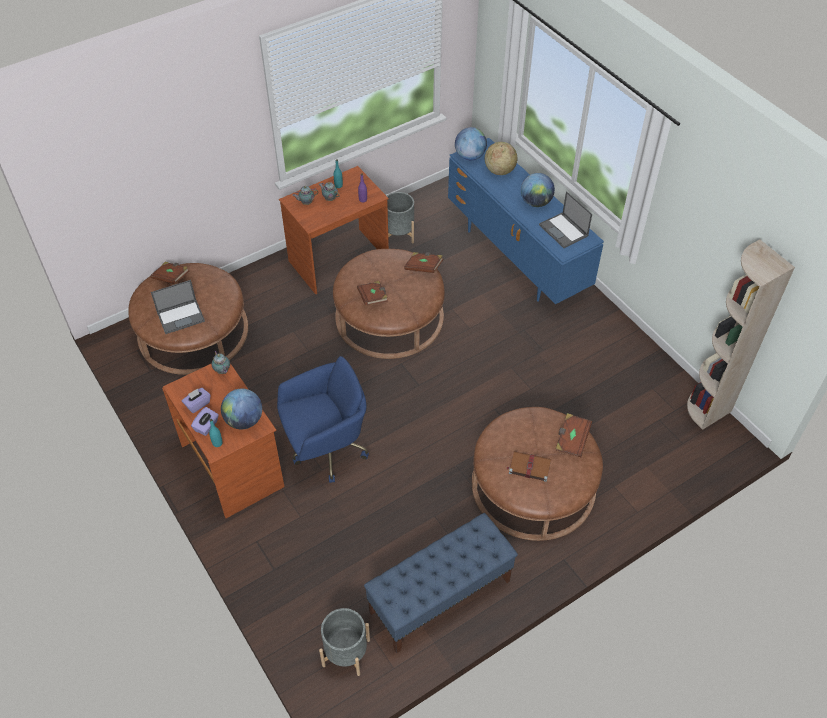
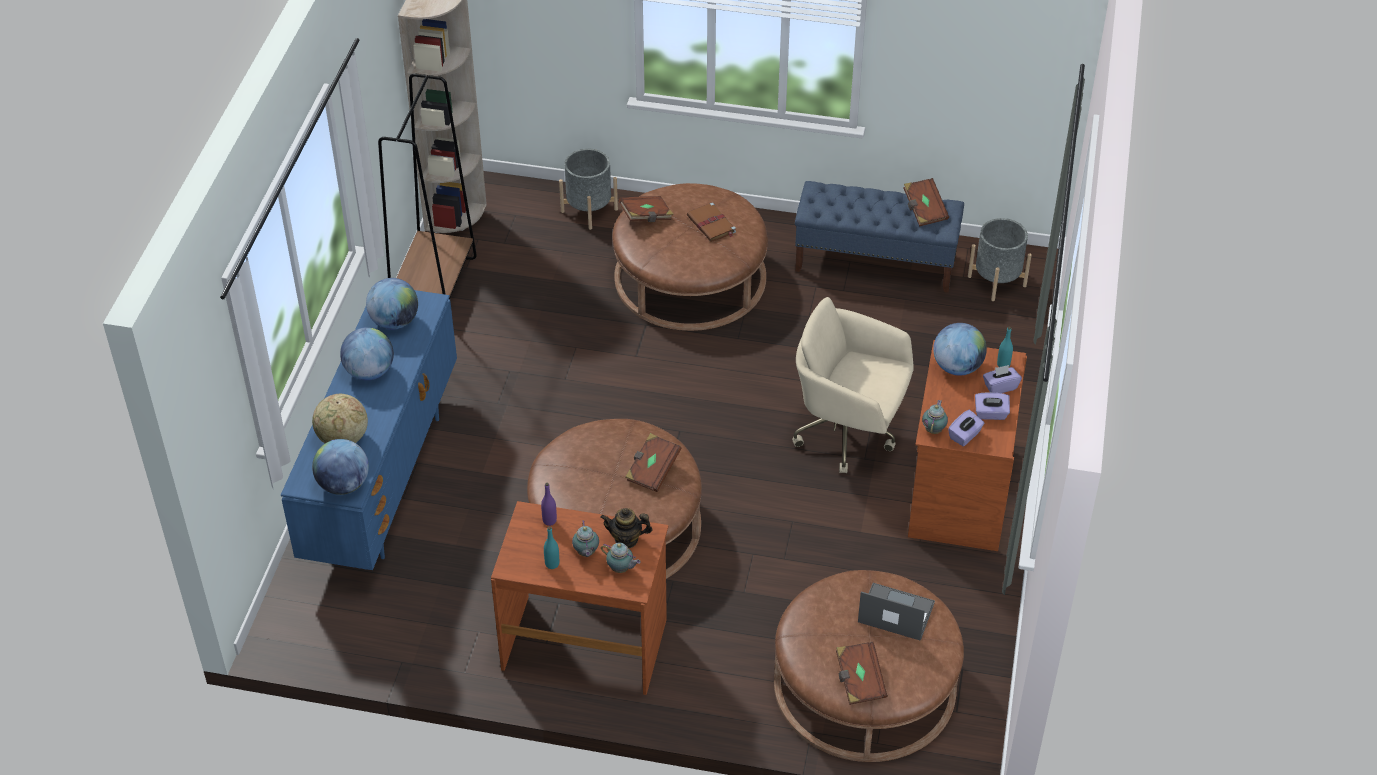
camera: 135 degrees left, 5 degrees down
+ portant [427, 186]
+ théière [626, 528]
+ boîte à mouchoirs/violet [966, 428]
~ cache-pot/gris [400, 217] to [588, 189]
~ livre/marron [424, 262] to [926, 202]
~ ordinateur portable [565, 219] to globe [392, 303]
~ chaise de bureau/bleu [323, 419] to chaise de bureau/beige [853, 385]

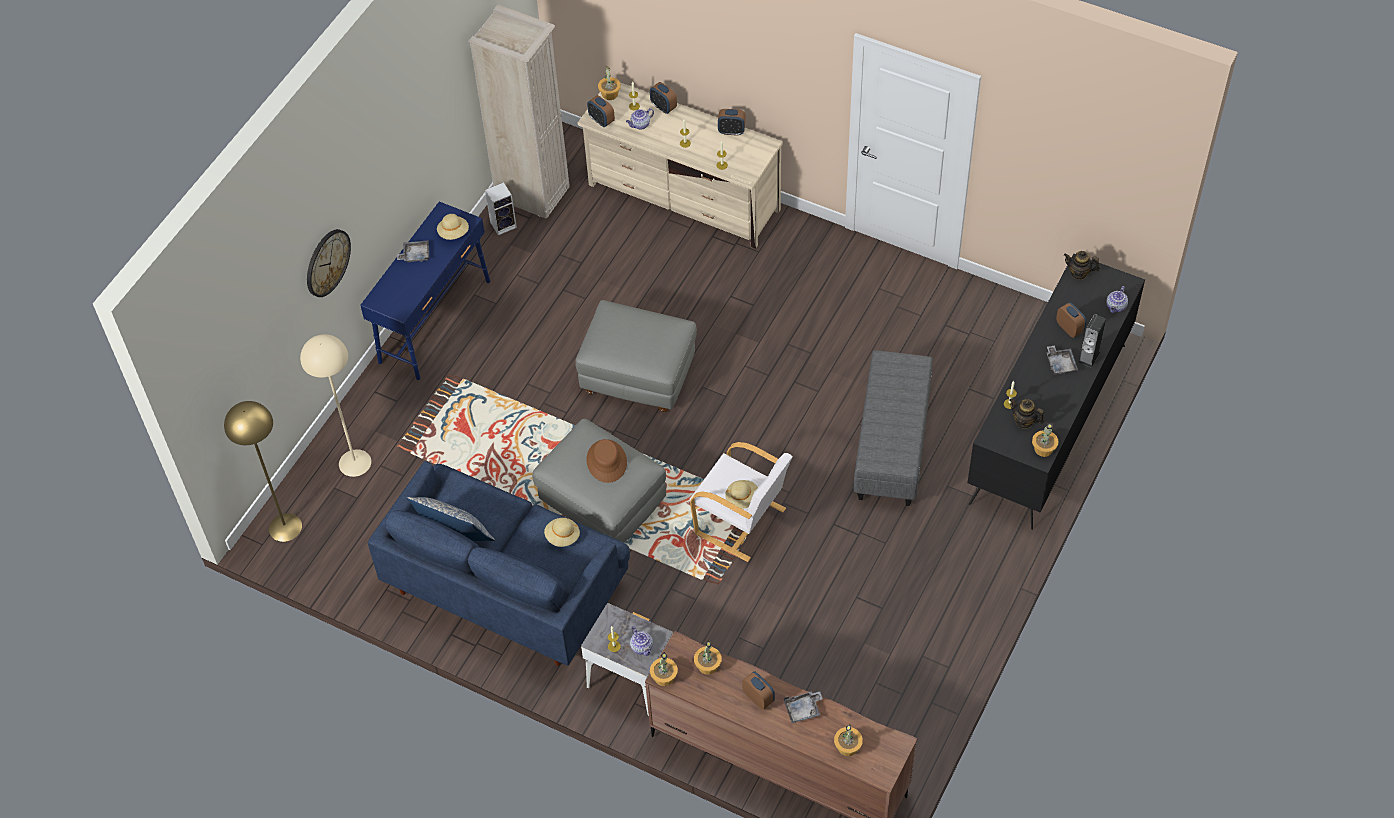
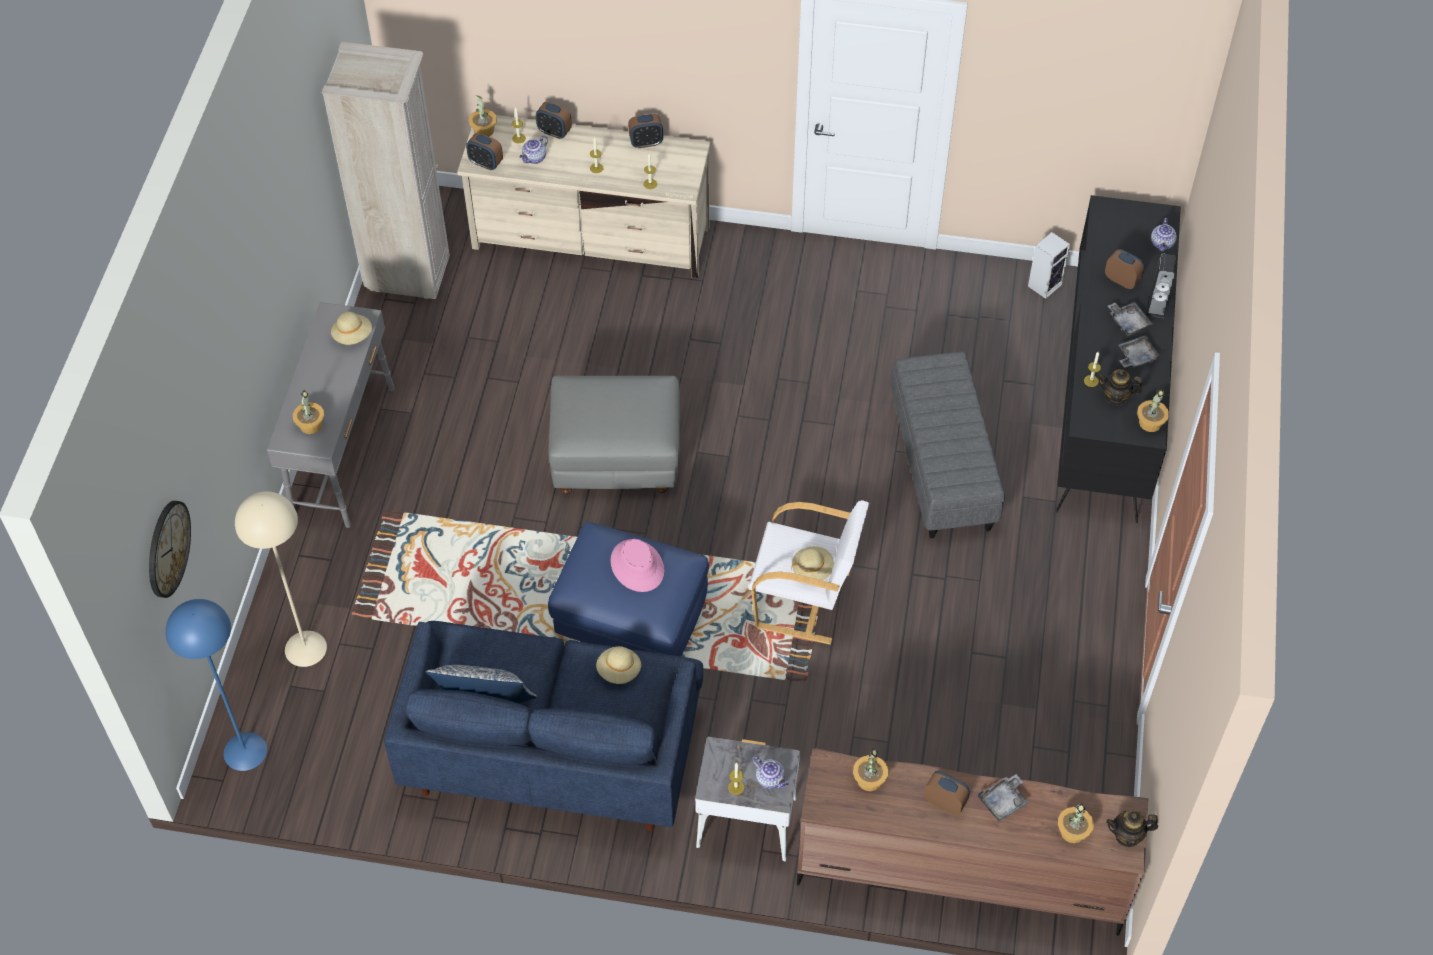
camera: 20 degrees left, 0 degrees up
~ horloge murale [329, 263] to [170, 549]
~ plateau/gris [413, 251] to [1139, 351]
~ enceinte [501, 208] to [1049, 265]
~ plante en pot [664, 668] to [308, 412]
~ théière [1082, 265] to [1132, 828]
~ lampadaire/jaune [263, 471] to lampadaire/bleu [216, 685]
~ table console/bleu [425, 291] to table console/gris [331, 415]
~ pouf/gris [599, 481] to pouf/bleu [628, 589]
~ chapeau/marron [606, 461] to chapeau/rose [637, 565]

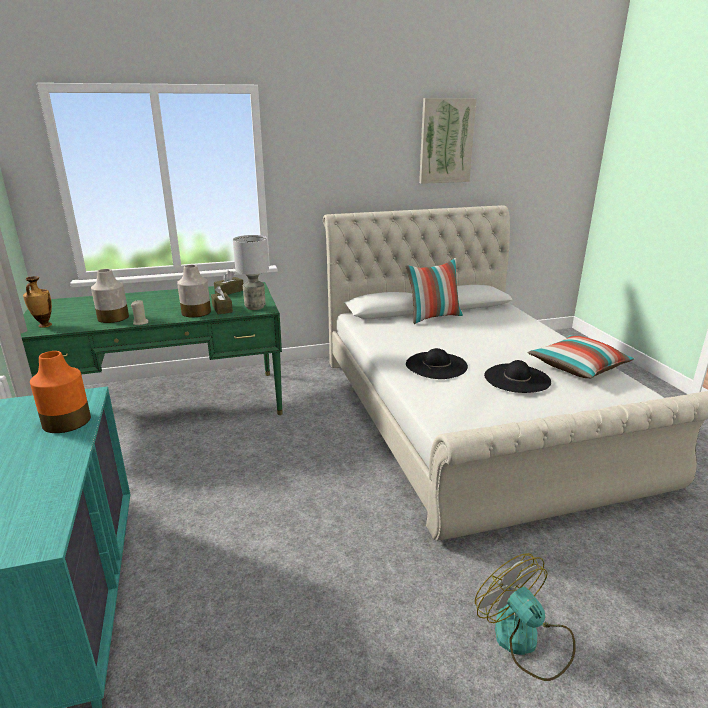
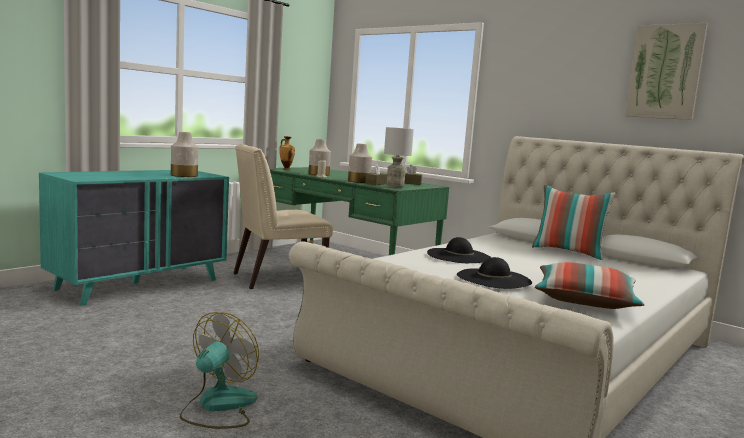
camera: 55 degrees right, 15 degrees down
+ chaise/beige [283, 217]
~ vase/orange [60, 392] to vase/beige [185, 154]

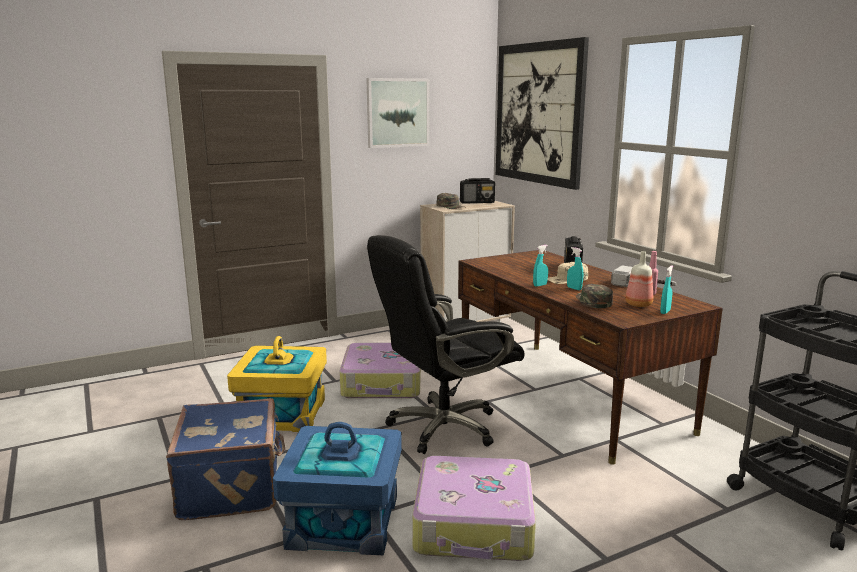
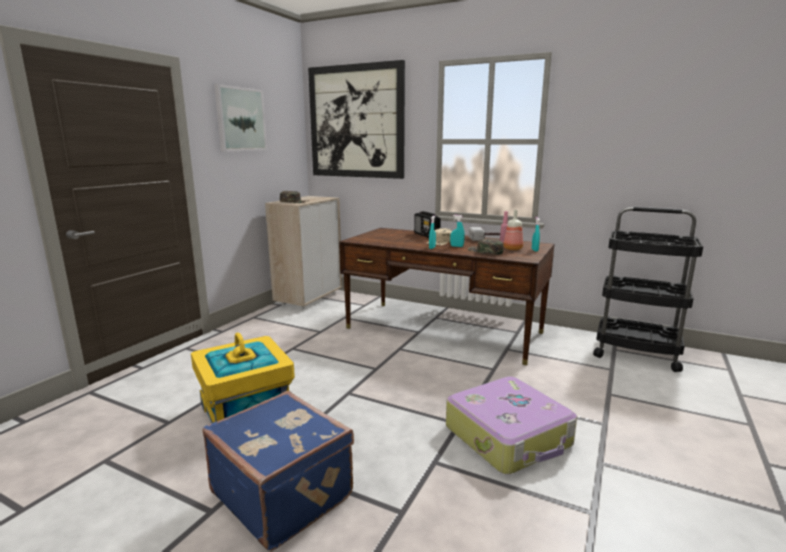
camera: 35 degrees left, 0 degrees up
- boîte de rangement/bleu [337, 489]
- valise [380, 370]
- chaise de bureau/noir [445, 344]
- radio [477, 191]

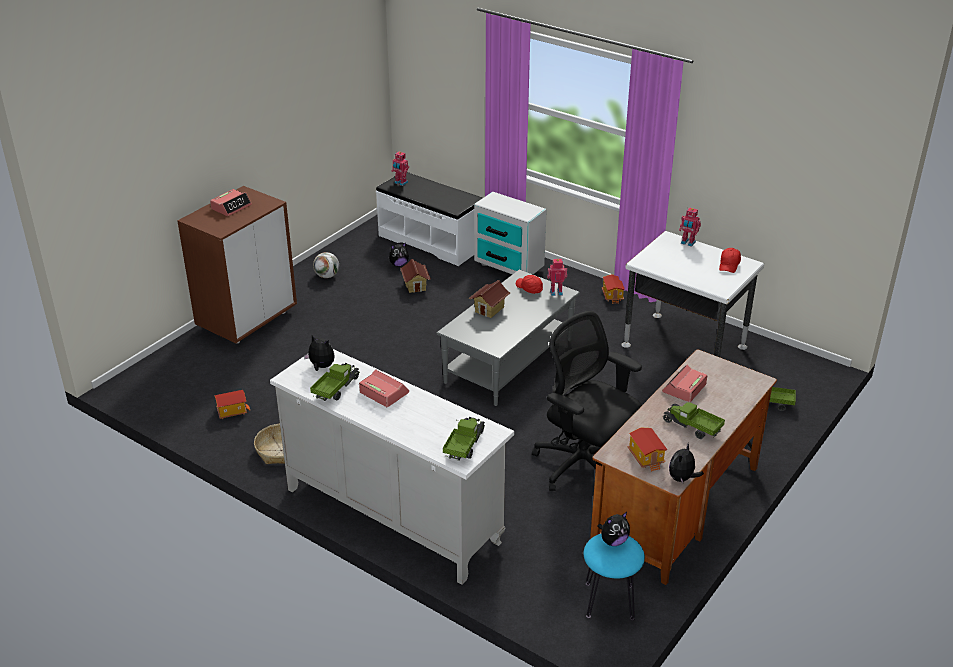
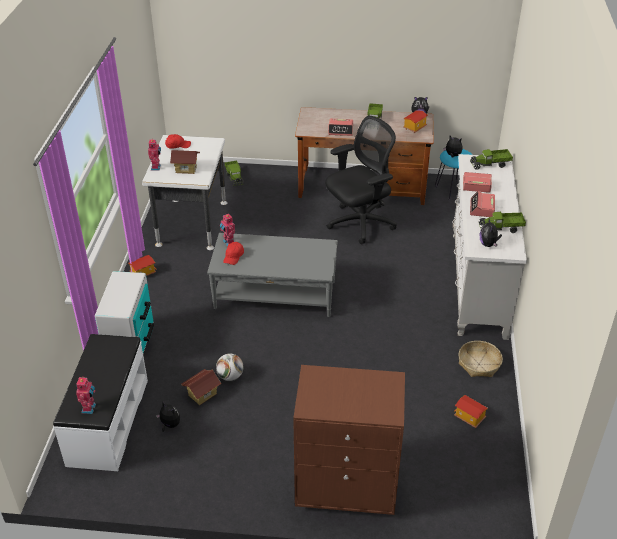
camera: 120 degrees left, 5 degrees up
~ réveil [231, 202] to [477, 182]
~ ballon de foot [326, 265] to [229, 367]
~ maison miniature [489, 299] to [185, 162]
~ chaise de bureau/noir [587, 401] = [361, 180] 135 degrees counterclockwise

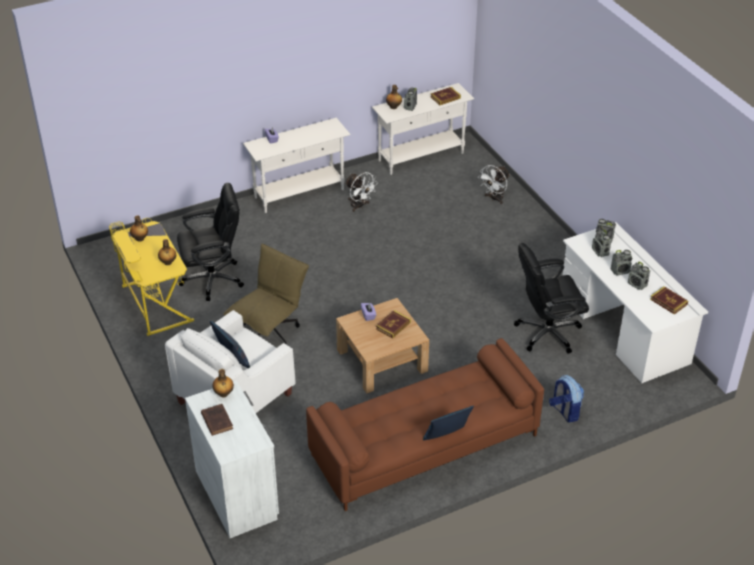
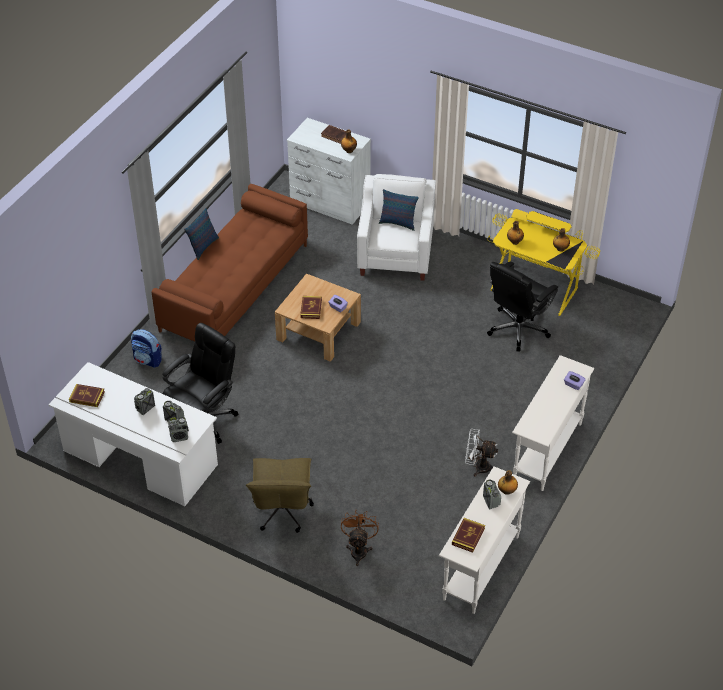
camera: 145 degrees right, 5 degrees up
- radio [639, 276]
~ chaise de bureau/beige [266, 294] to [279, 495]
~ ventilateur/blanc [495, 184] to ventilateur/marron [360, 538]

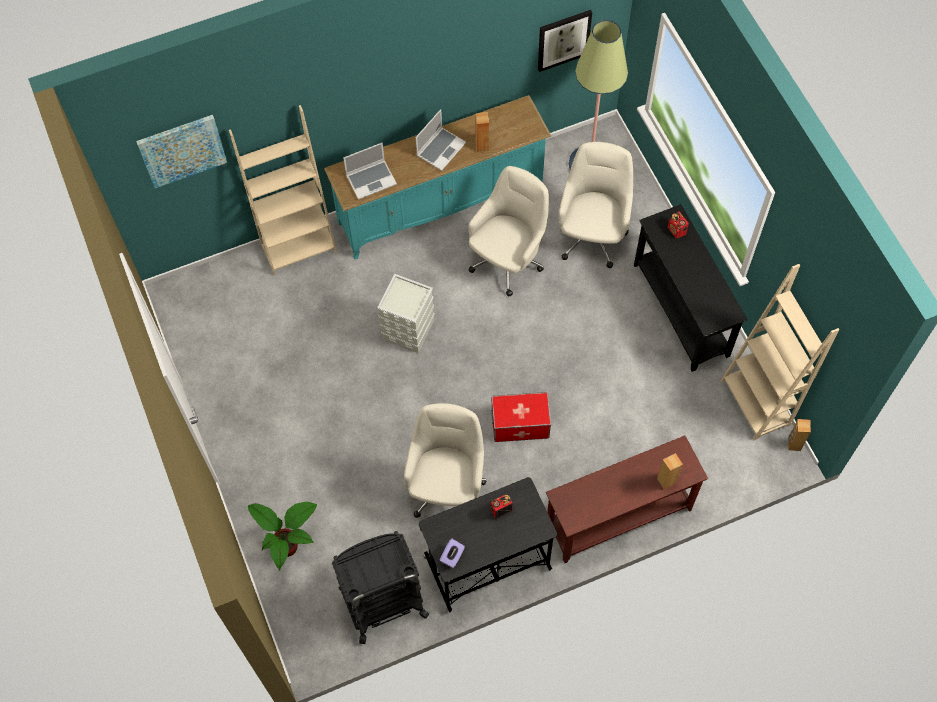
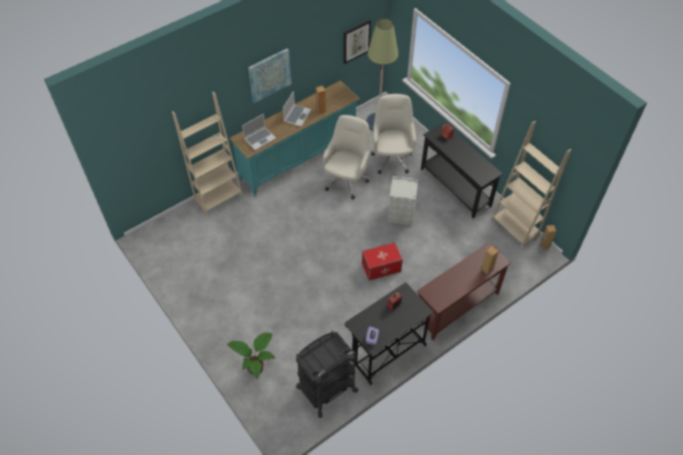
camera: 15 degrees left, 10 degrees down
- chaise de bureau/beige [445, 460]
~ tableau [181, 151] to [269, 75]
~ boîte de rangement/gris [405, 313] to [403, 200]

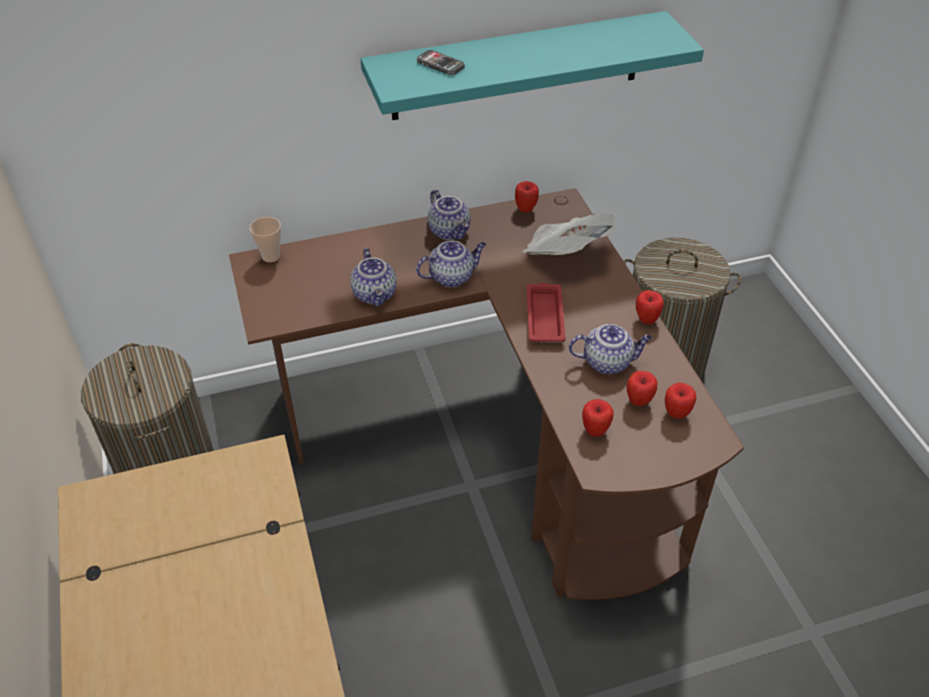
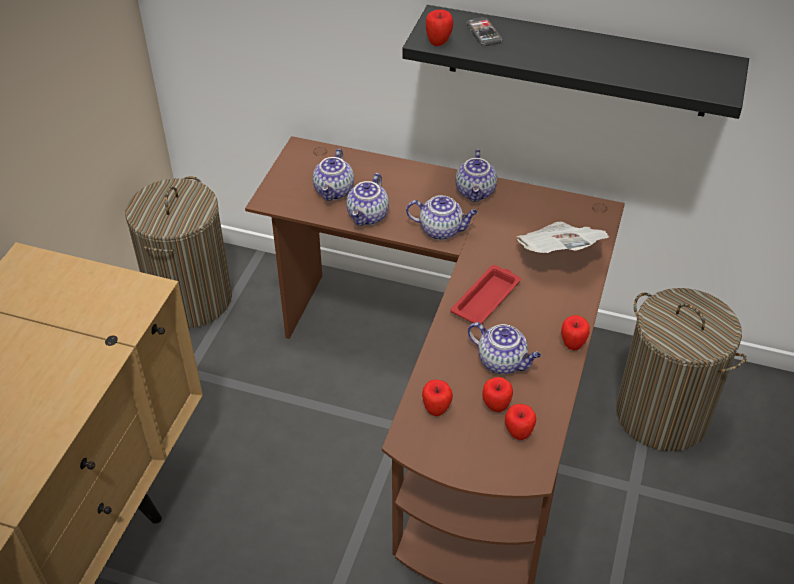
camera: 35 degrees right, 0 degrees up
- tasse [265, 239]
+ théière [333, 174]
~ pomme [527, 197] to [439, 27]
~ étagère/turquoise [532, 65] to étagère/noir [575, 62]

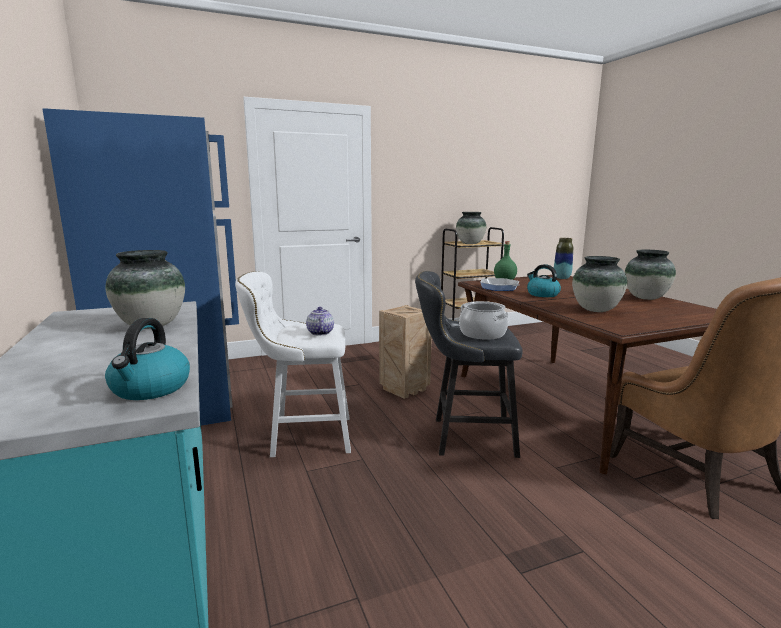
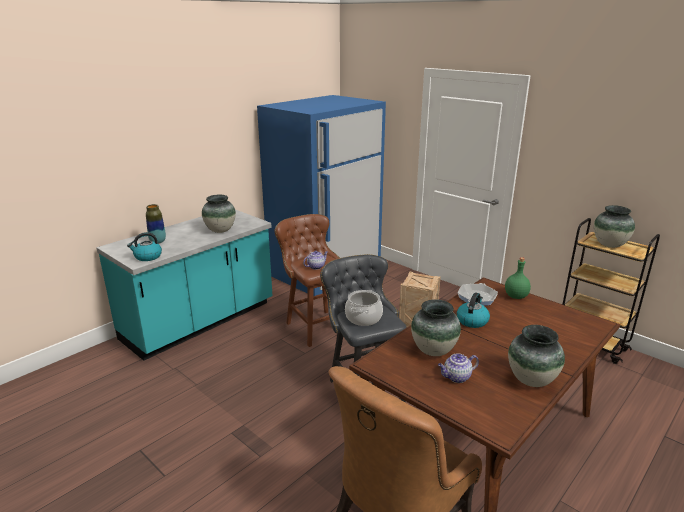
camera: 65 degrees right, 10 degrees up
+ théière [458, 368]
~ vase [563, 258] to [156, 224]
~ tabouret/blanc [293, 364] to tabouret/marron [307, 280]

